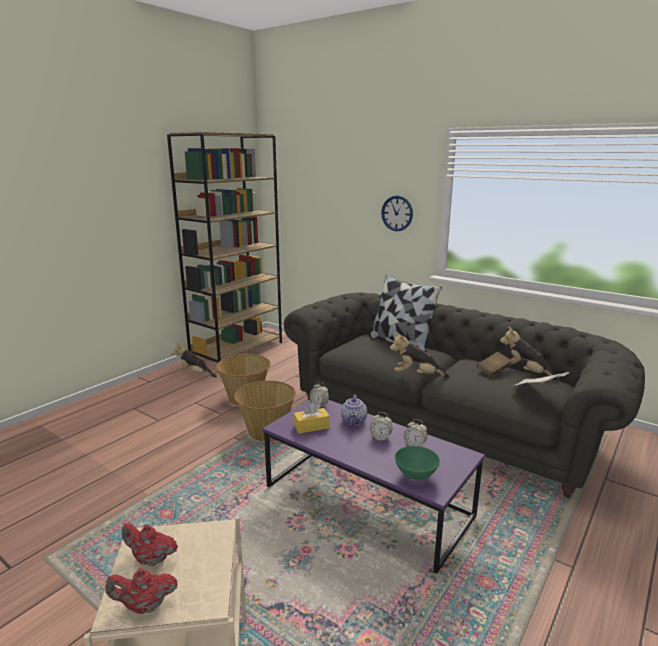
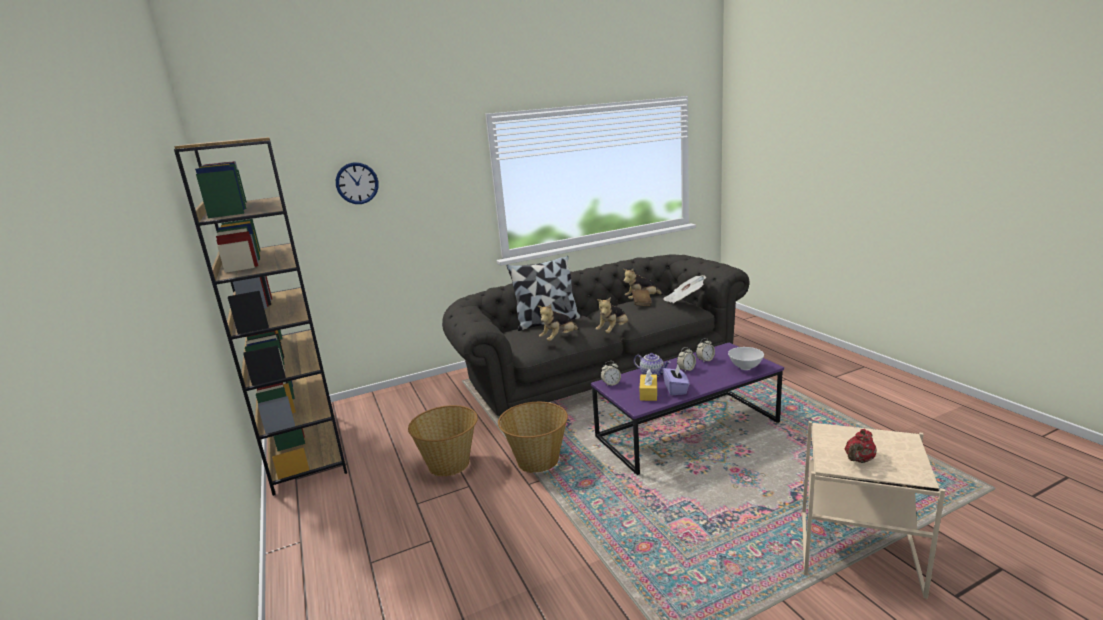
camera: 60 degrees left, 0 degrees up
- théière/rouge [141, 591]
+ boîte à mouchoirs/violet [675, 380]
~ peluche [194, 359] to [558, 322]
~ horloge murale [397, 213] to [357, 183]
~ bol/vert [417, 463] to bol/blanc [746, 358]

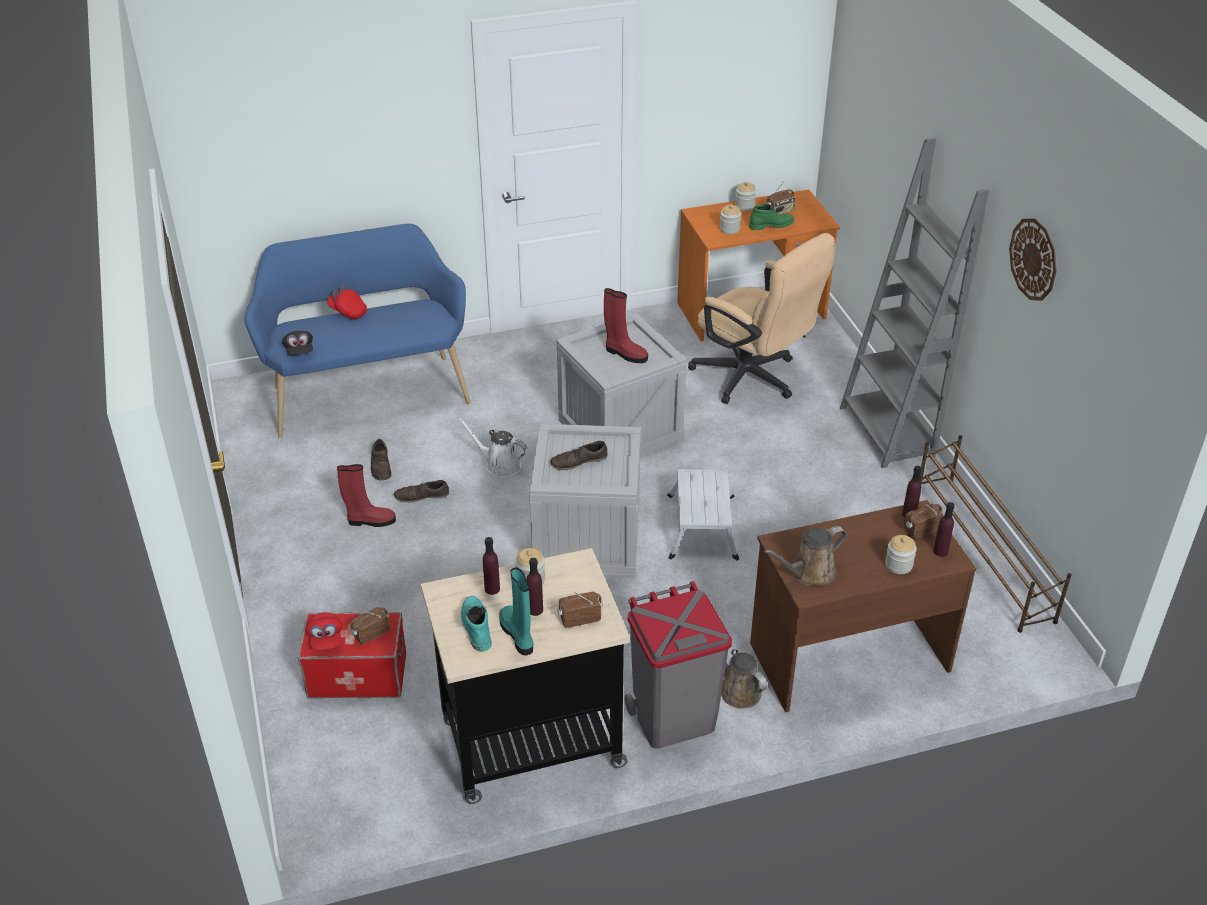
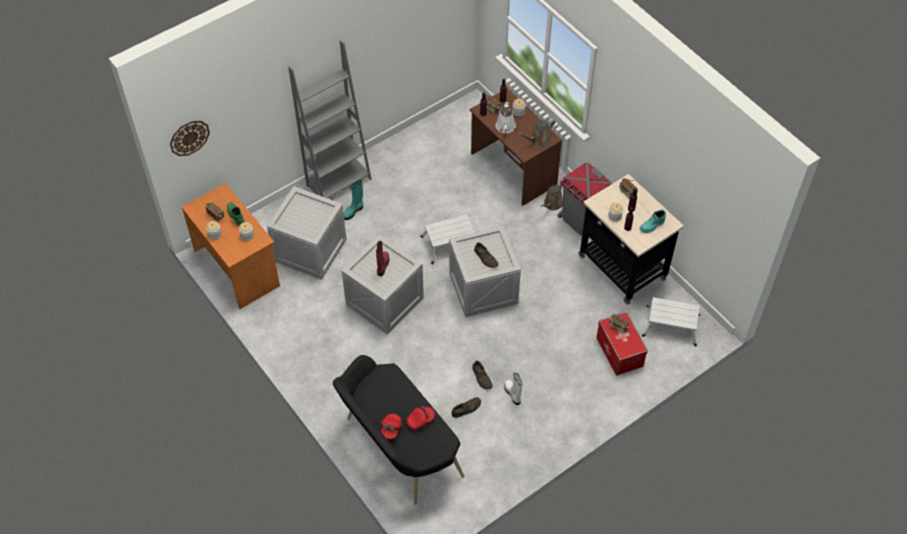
camera: 110 degrees left, 15 degrees up
- casquette/noir [297, 343]
- étagère à chaussures/marron [995, 534]
+ escabeau/blanc [671, 322]
~ casquette/rouge [324, 631] to [421, 418]
~ arrosoir/blanc [492, 447] to [506, 117]
~ botte/turquoise [516, 611] to [353, 200]
~ horloge murale [1033, 259] to [190, 138]
~ chaise de bureau/beige [762, 318] to caisse [307, 233]
~ banc/bleu [357, 331] to banc/noir [398, 430]
~ botte/rouge [366, 495] to botte/blanc [513, 389]
~ arrosoir/marron [805, 556] = [536, 133] 105 degrees clockwise

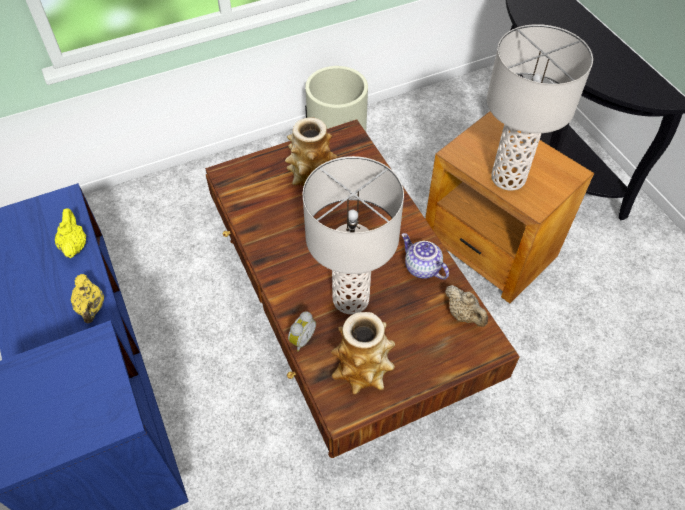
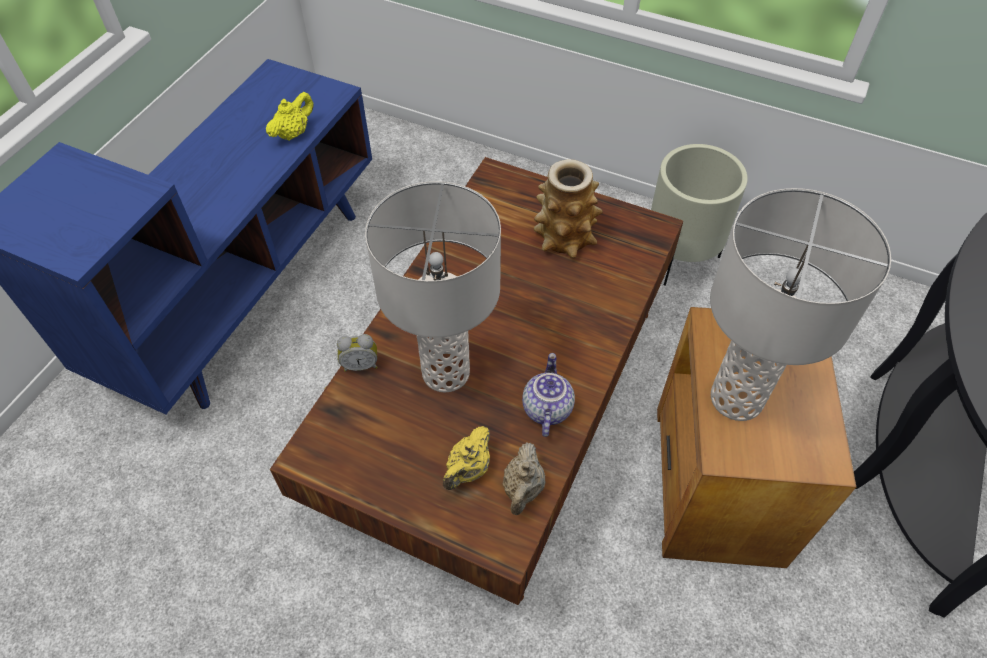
camera: 50 degrees right, 0 degrees up
- vase [363, 353]
~ théière/jaune [87, 298] to [466, 458]

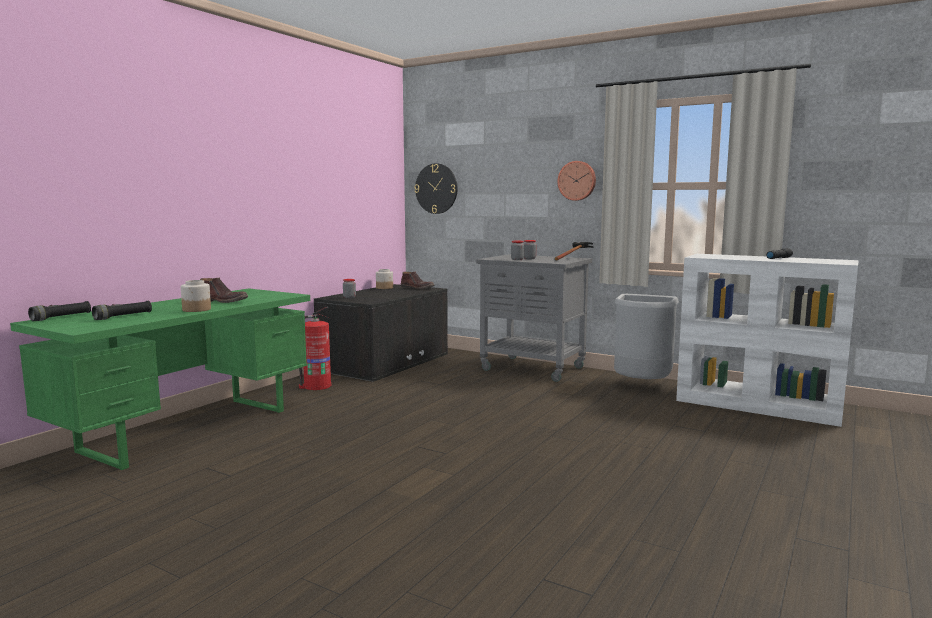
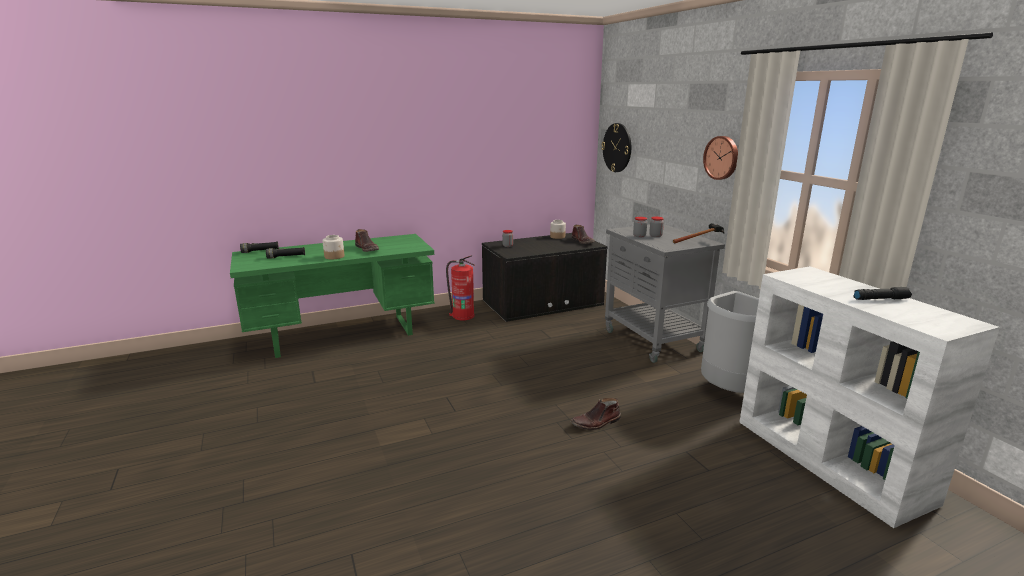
camera: 35 degrees right, 10 degrees up
+ botte/marron [596, 414]

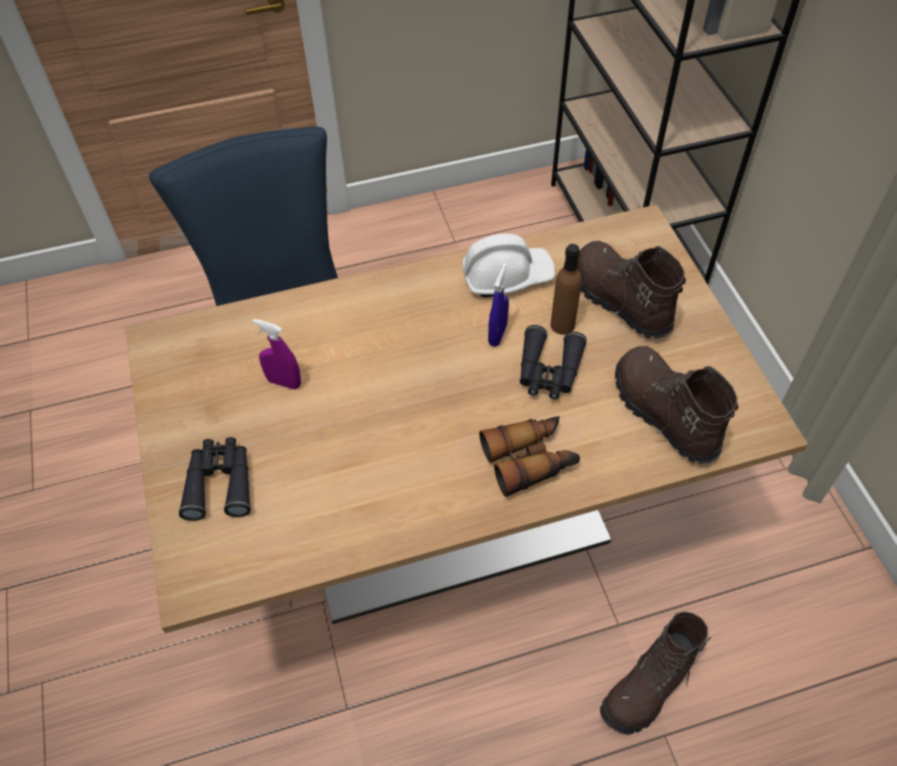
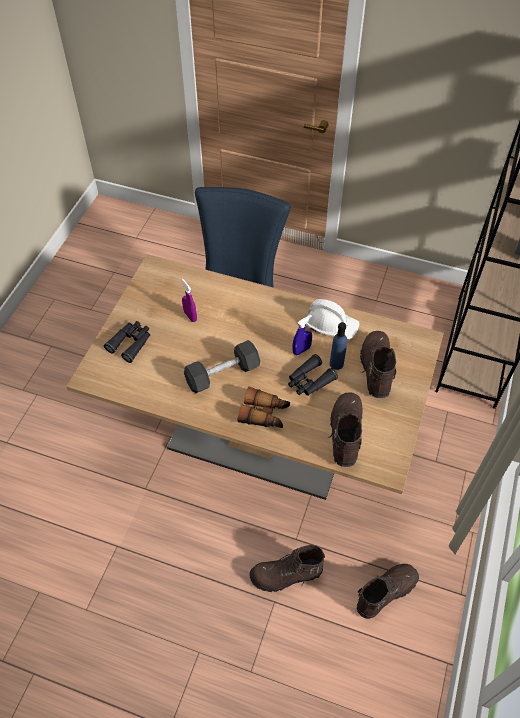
camera: 35 degrees right, 0 degrees up
+ haltère/gris [222, 366]
+ botte/marron [388, 591]
~ bouteille/marron [565, 289] to bouteille/bleu [338, 346]

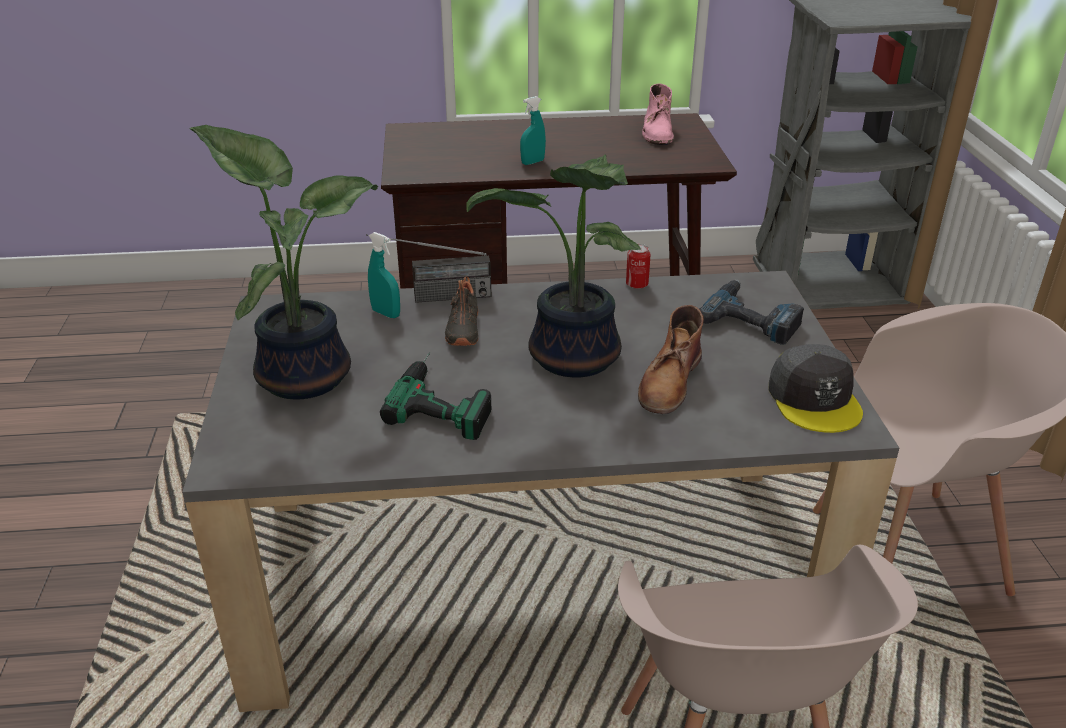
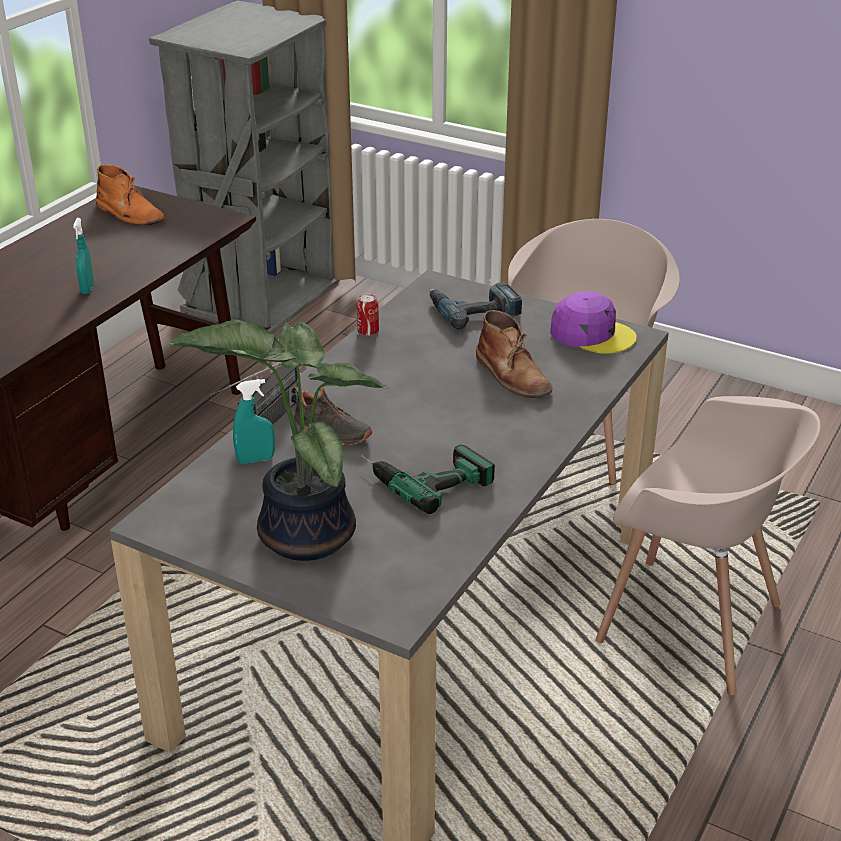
camera: 55 degrees left, 0 degrees up
- plante en pot [553, 265]
~ botte/rose [658, 114] to botte/orange [130, 195]
~ casquette/gris [816, 388] to casquette/violet [593, 322]

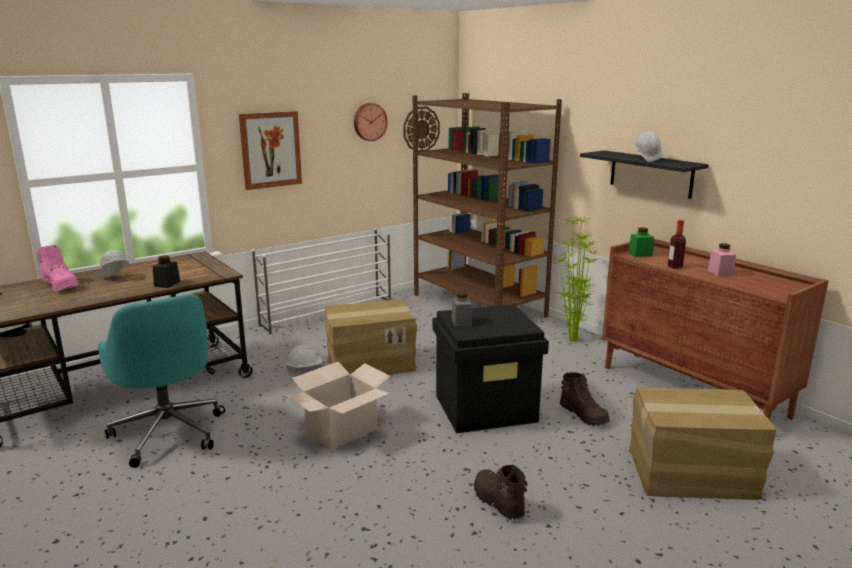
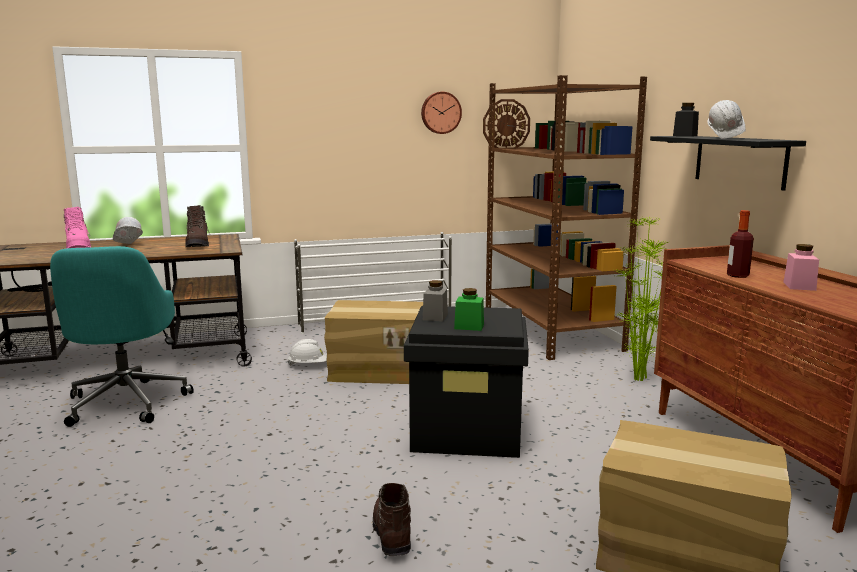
camera: 20 degrees right, 5 degrees down
- tableau [270, 150]
- carton [338, 406]
~ bocal/noir [166, 271] to [686, 120]
~ botte/marron [585, 399] to [198, 226]
~ bocal/vert [641, 242] to [469, 309]

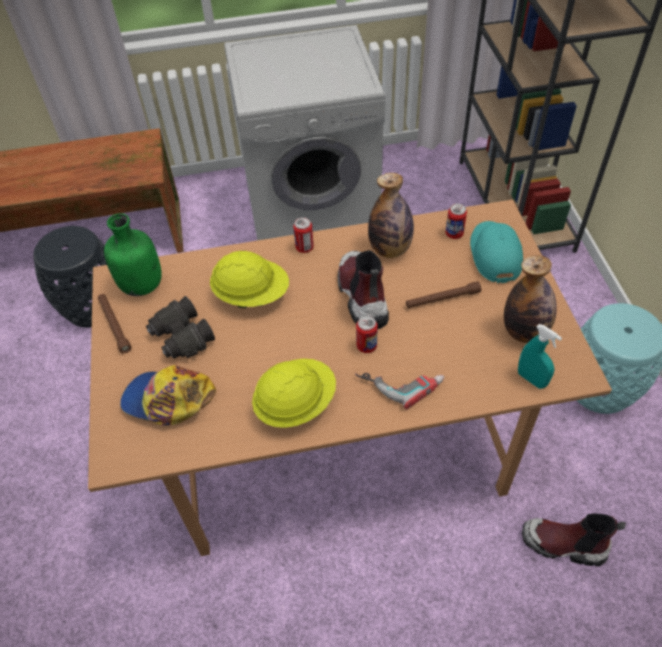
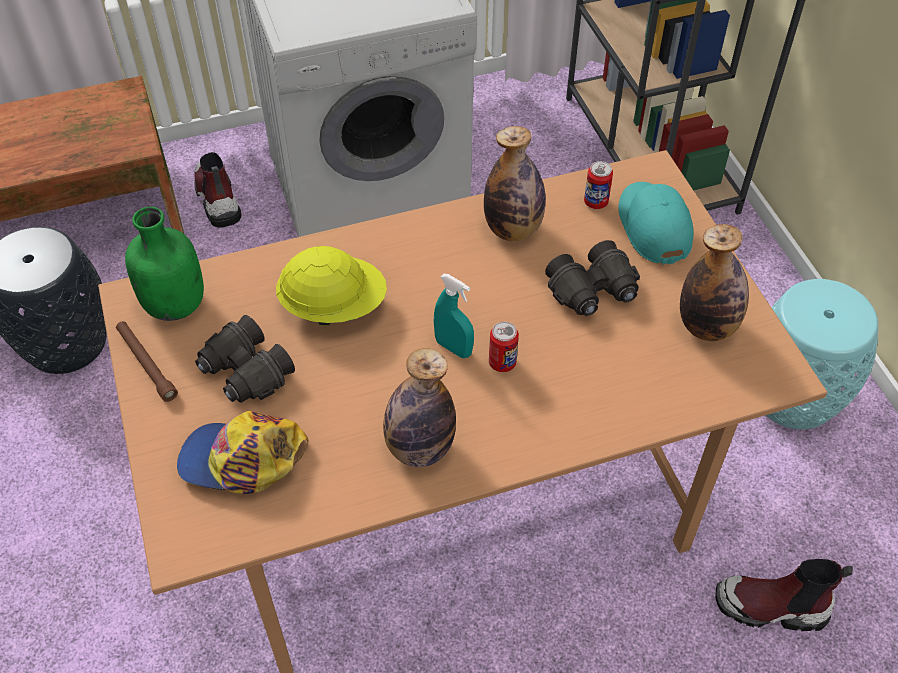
camera: 10 degrees left, 0 degrees up
- boîte métallique [303, 235]
- perceuse [399, 391]
~ botte [363, 289] to [217, 190]
~ vaporisateur/turquoise [540, 356] to [454, 316]
~ casque de chantier/jaune [294, 393] to bouteille [419, 407]
~ lampe de poche/marron [443, 294] to jumelles/noir [592, 278]

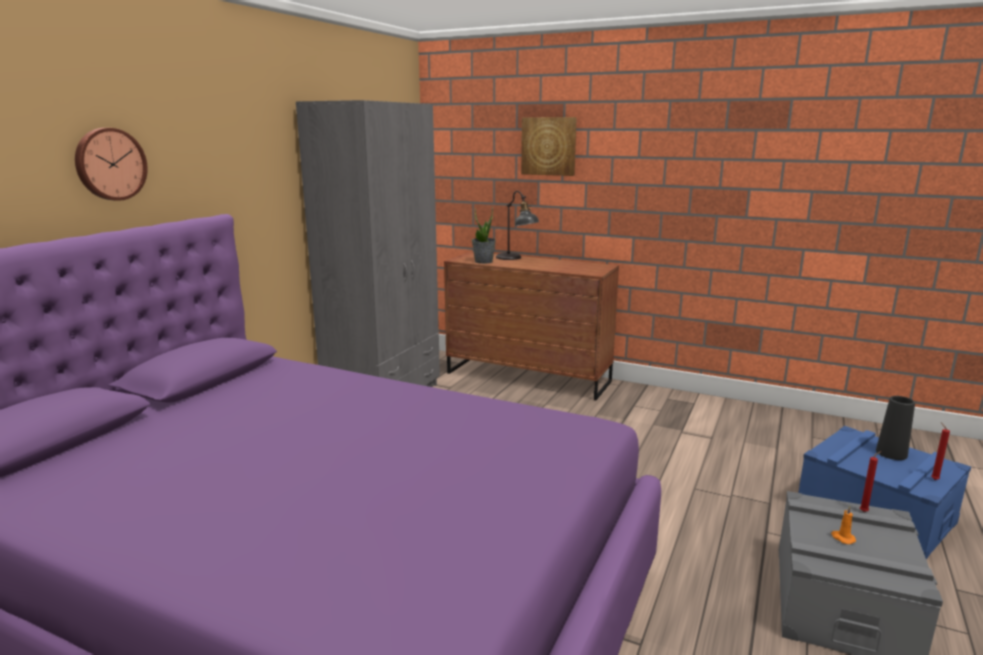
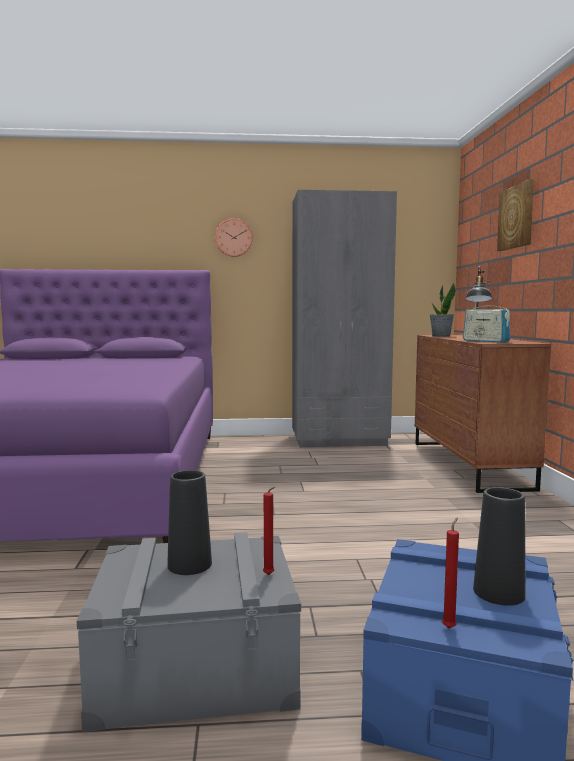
camera: 60 degrees right, 10 degrees down
+ radio [486, 322]
~ horloge murale [111, 164] to [234, 237]
~ bougie/orange [843, 525] to vase/noir [189, 522]

